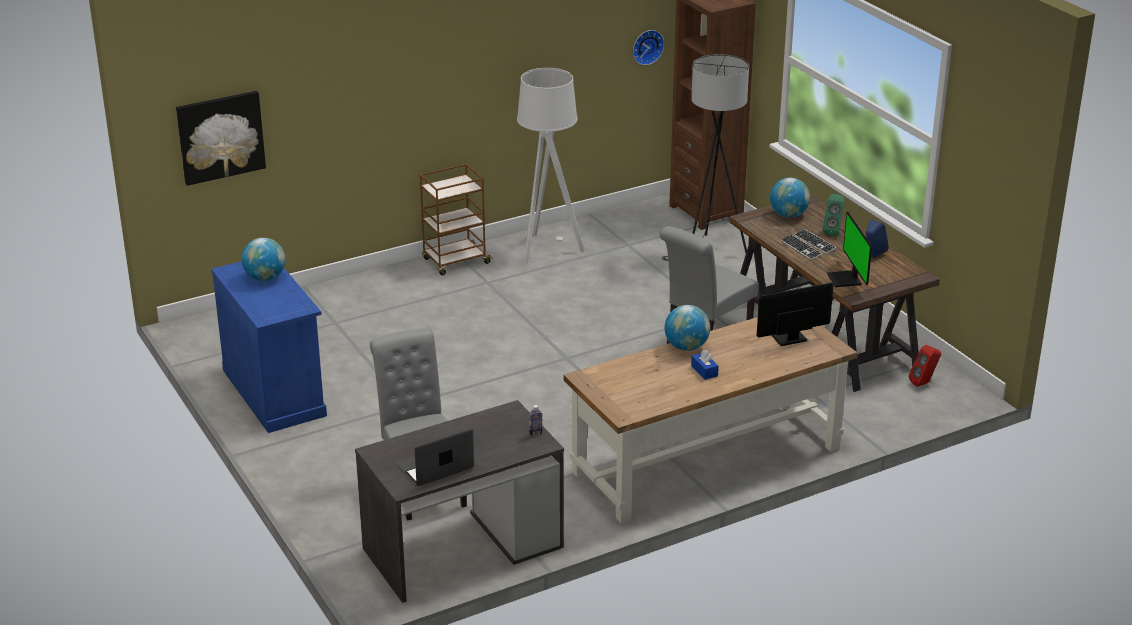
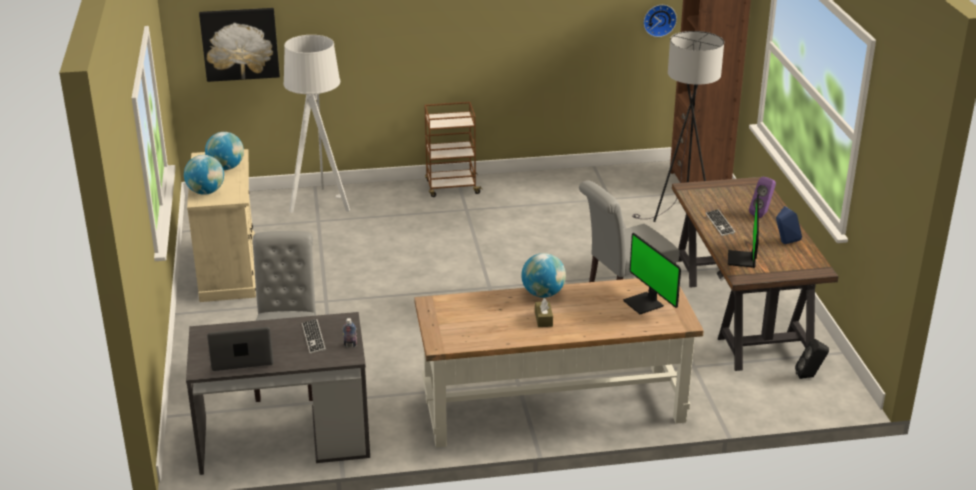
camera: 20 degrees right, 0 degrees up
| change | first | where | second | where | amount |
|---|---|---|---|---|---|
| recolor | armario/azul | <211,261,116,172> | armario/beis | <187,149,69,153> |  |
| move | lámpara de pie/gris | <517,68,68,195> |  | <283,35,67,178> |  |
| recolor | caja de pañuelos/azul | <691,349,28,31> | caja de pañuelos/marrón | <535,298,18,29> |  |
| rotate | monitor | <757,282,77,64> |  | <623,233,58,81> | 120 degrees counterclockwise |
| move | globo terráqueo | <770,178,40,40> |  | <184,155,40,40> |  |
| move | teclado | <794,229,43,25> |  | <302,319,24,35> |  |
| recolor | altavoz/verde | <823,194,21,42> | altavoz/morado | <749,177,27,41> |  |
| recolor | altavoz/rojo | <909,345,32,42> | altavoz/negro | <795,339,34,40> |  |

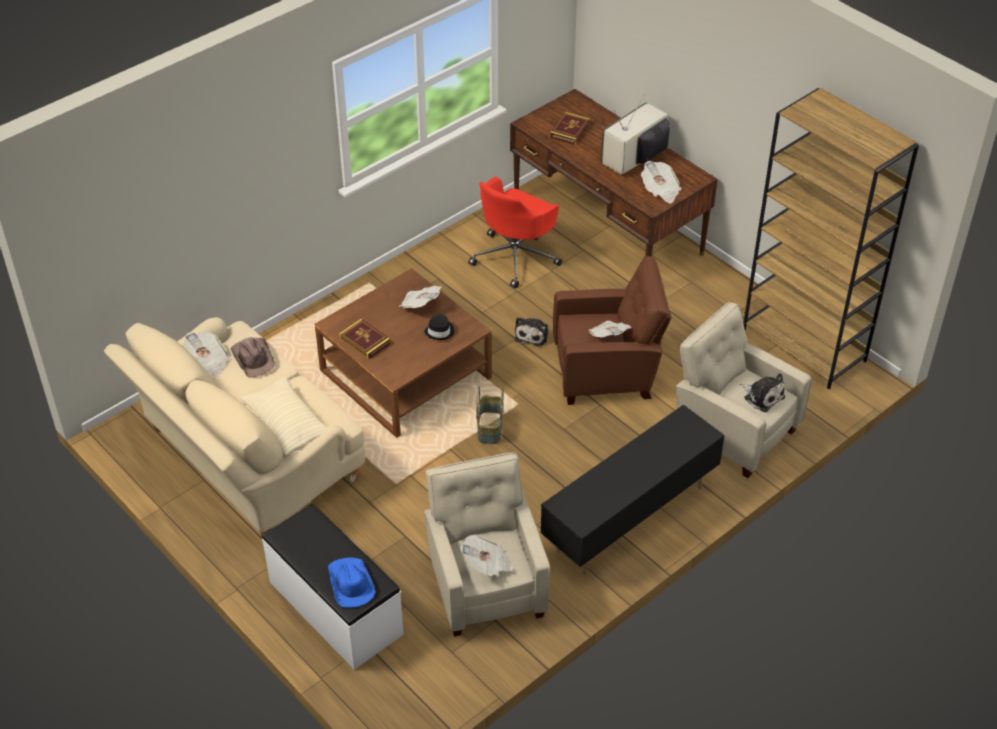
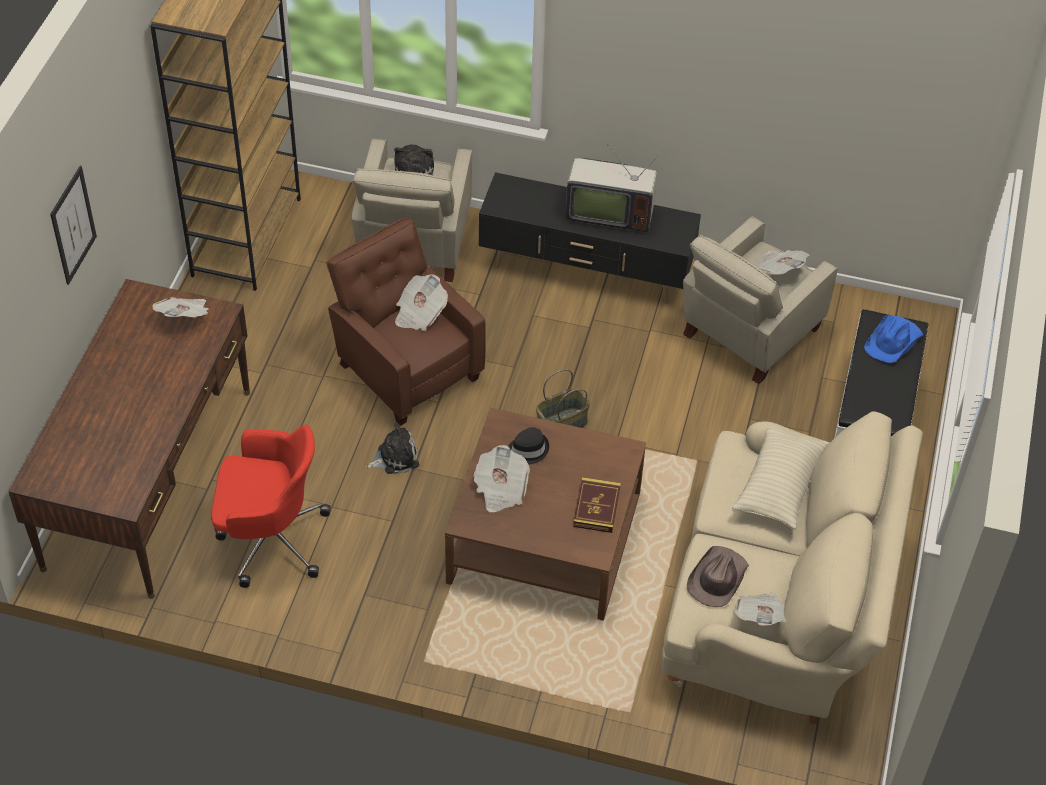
camera: 125 degrees left, 5 degrees up
| change | first | where | second | where | amount |
|---|---|---|---|---|---|
| delete | libro | <550,112,40,33> |  |  |  |
| move | televisor | <601,96,69,80> |  | <565,144,98,89> |  |
| insert |  |  | cuadro | <50,166,47,119> |  |

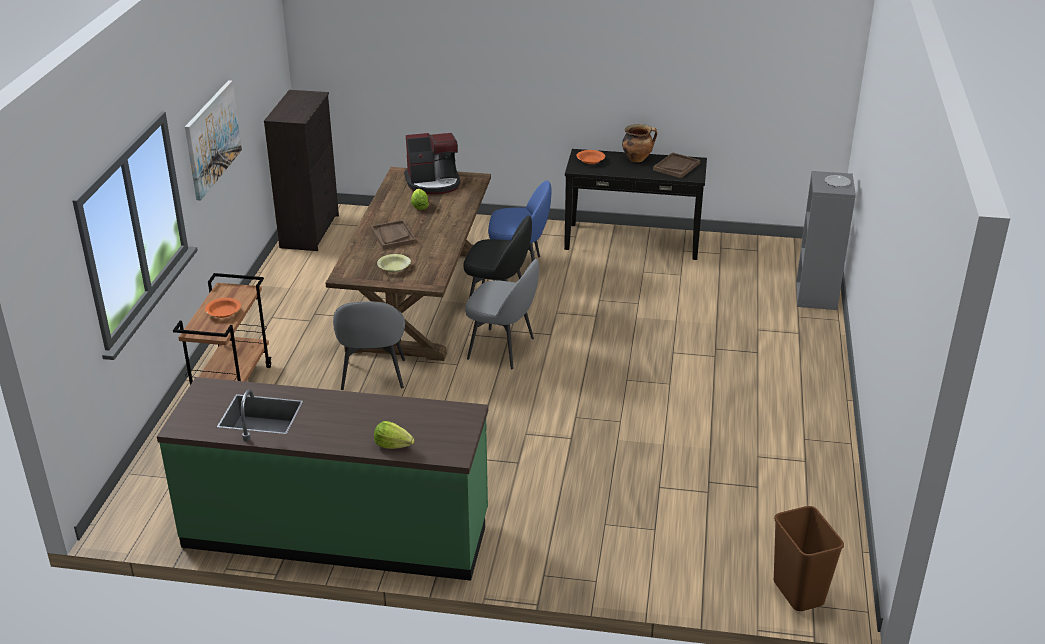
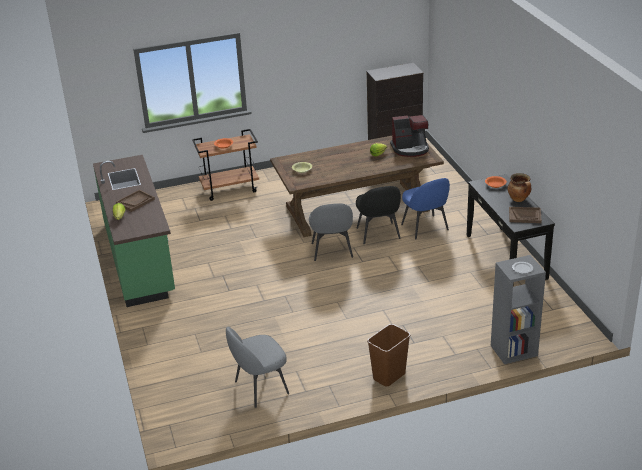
camera: 65 degrees right, 0 degrees up
| change | first | where | second | where | amount |
|---|---|---|---|---|---|
| delete | cuadro | <185,80,57,121> |  |  |  |
| move | silla/gris | <333,302,72,88> |  | <226,327,63,81> |  |
| move | bandeja/marrón | <371,220,46,29> |  | <116,190,39,22> |  |
| rotate | cafetera | <404,133,56,61> |  | <390,115,39,42> | 60 degrees counterclockwise |
| move | papelera/marrón | <774,506,70,105> |  | <367,324,44,62> |  |

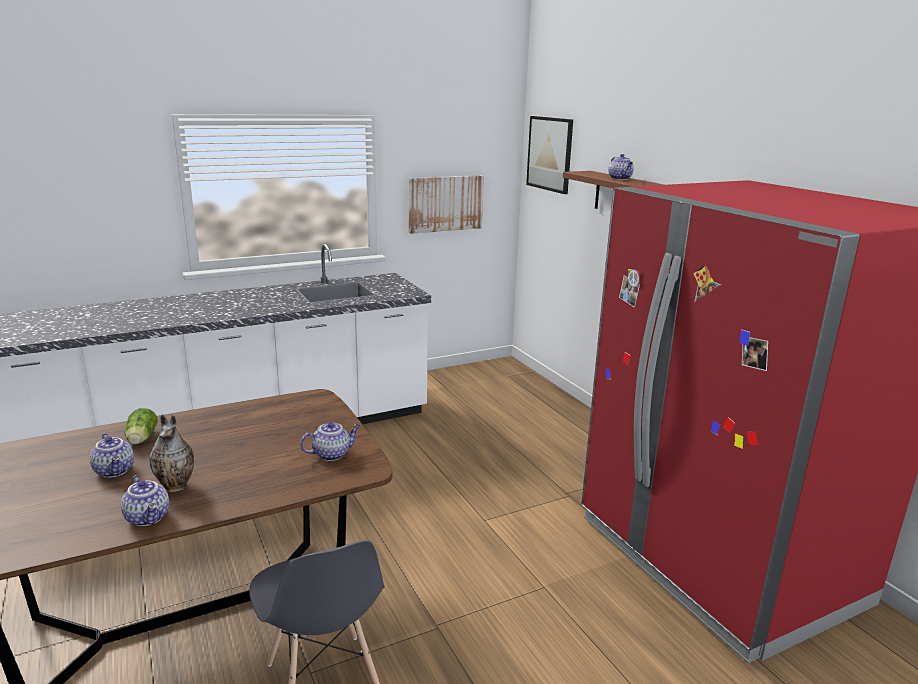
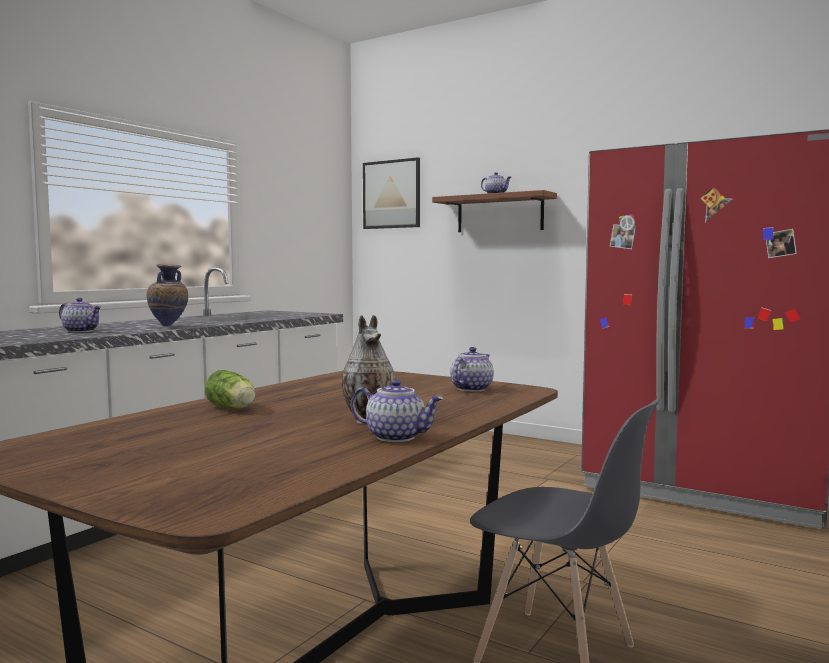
camera: 30 degrees left, 15 degrees down
| change | first | where | second | where | amount |
|---|---|---|---|---|---|
| move | tetera | <90,433,44,45> |  | <59,298,42,34> |  |
| delete | cuadro | <409,175,75,59> |  |  |  |
| insert |  |  | florero | <147,264,41,62> |  |

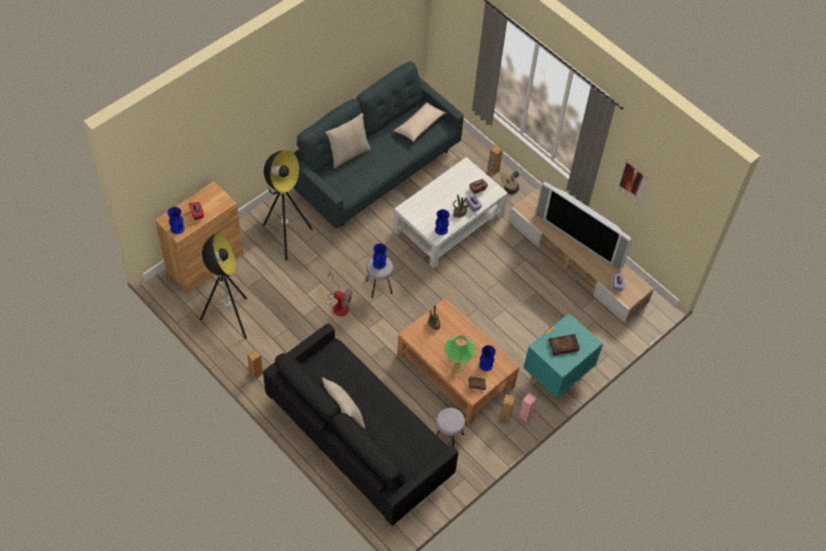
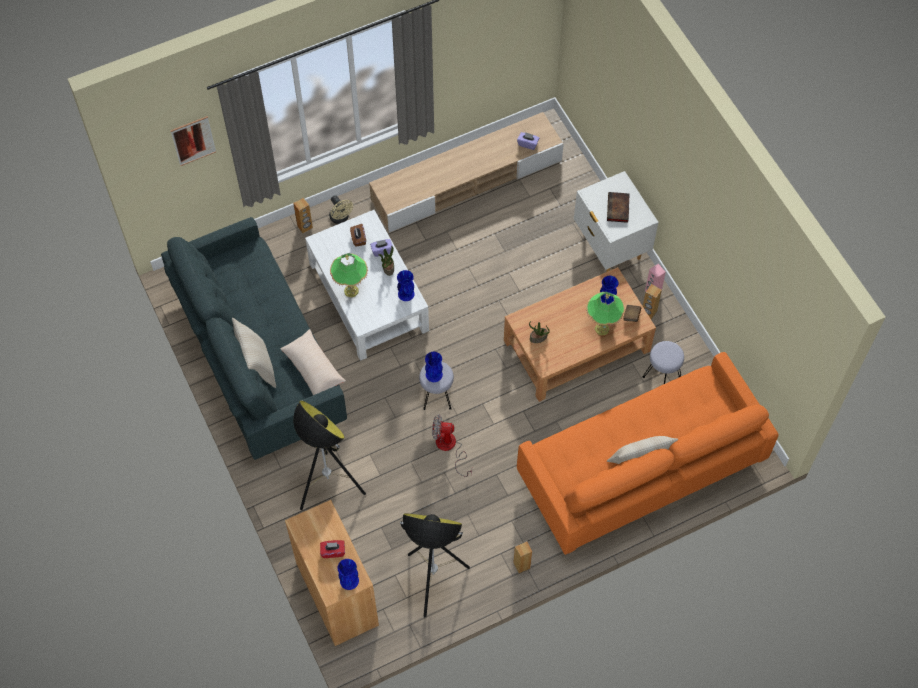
camera: 70 degrees left, 5 degrees up
| change | first | where | second | where | amount |
|---|---|---|---|---|---|
| recolor | sofá/negro | <263,323,195,202> | sofá/naranja | <517,352,262,203> |  |
| rotate | ventilador | <328,270,24,47> |  | <432,414,40,63> | 120 degrees counterclockwise |
| move | cojín/beis | <394,102,52,40> |  | <281,329,65,66> |  |
| recolor | mesita de noche/turquesa | <524,313,79,87> | mesita de noche/blanco | <574,171,84,101> |  |
| delete | televisor | <536,182,96,87> |  |  |  |
| move | cuadro | <617,159,33,47> |  | <170,116,46,50> |  |
| insert |  |  | lámpara de mesa | <330,253,38,44> |  |

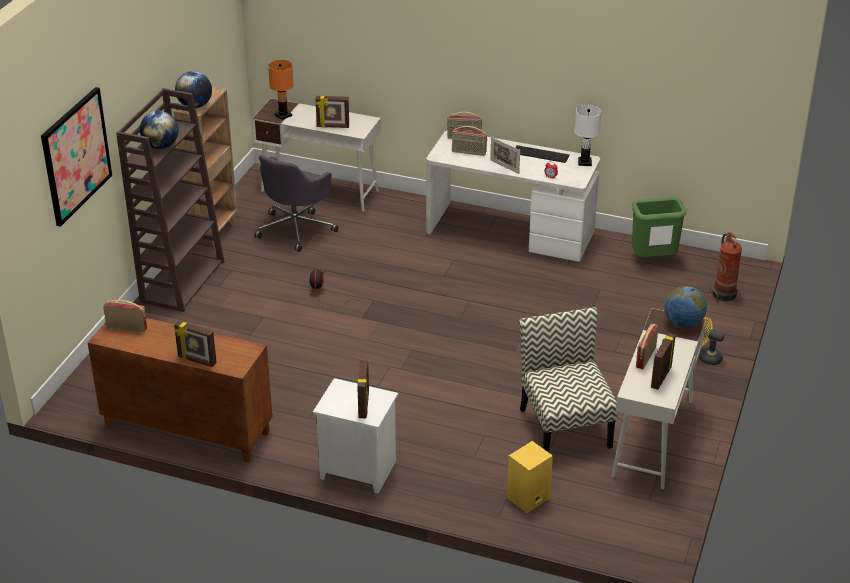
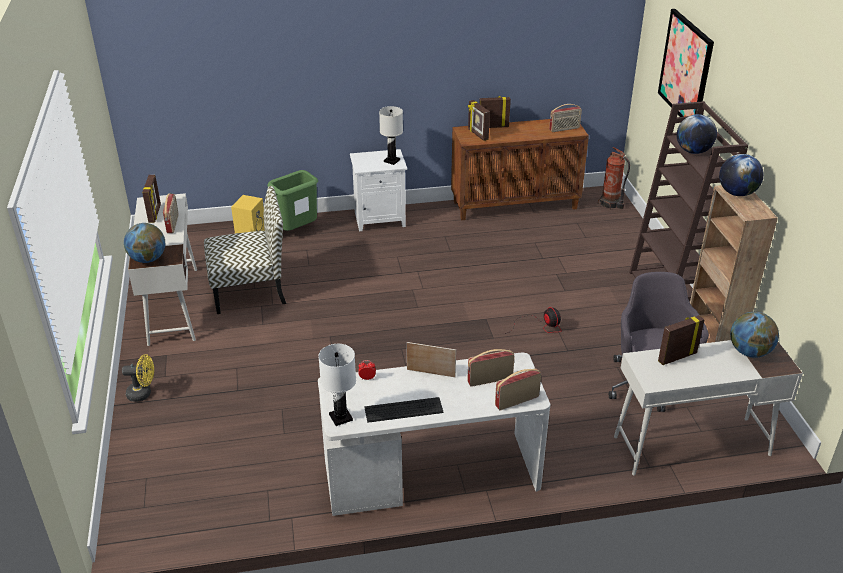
camera: 150 degrees right, 0 degrees up
| change | first | where | second | where | amount |
|---|---|---|---|---|---|
| replace | lámpara de mesa/naranja | <268,60,26,60> | globo terráqueo | <730,312,49,46> |  |
| move | portarretratos | <357,360,12,58> |  | <468,100,22,41> |  |
| rotate | silla | <519,307,99,145> |  | <204,186,82,128> | 60 degrees counterclockwise |
| move | papelera/verde | <632,197,55,60> |  | <268,170,50,61> |  |
| move | extintor | <710,232,32,70> |  | <598,147,32,62> |  |
| insert |  |  | lámpara de mesa/blanco | <379,106,24,59> |  |

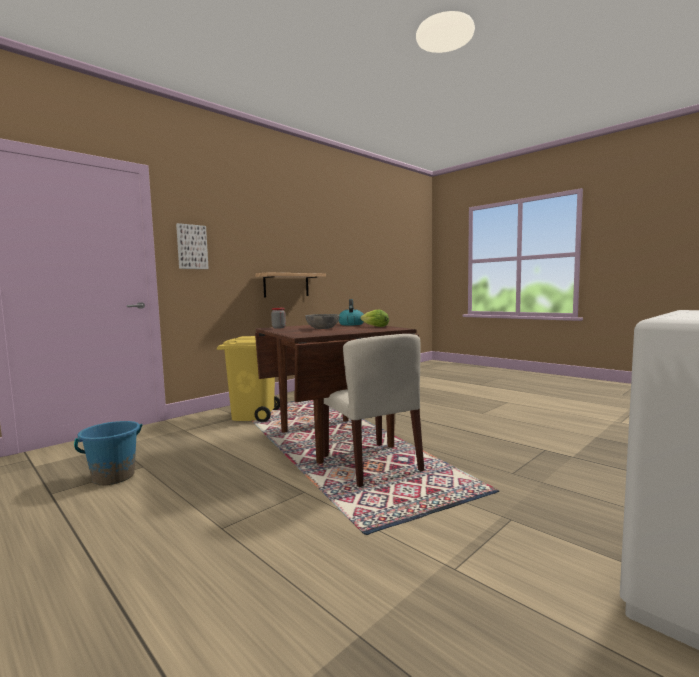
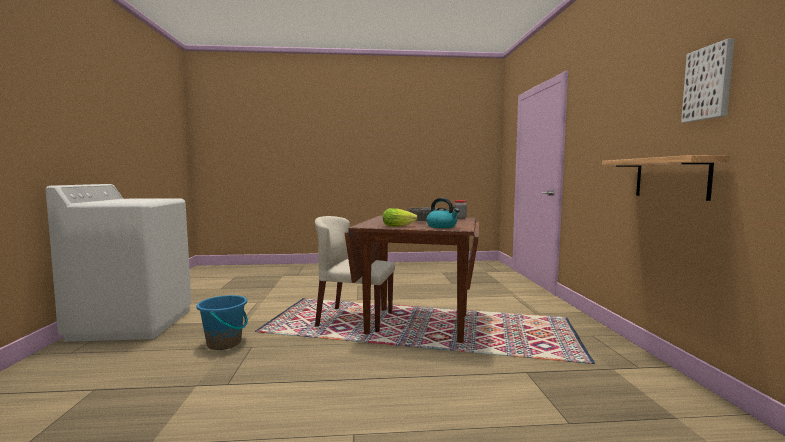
camera: 130 degrees right, 0 degrees up
| change | first | where | second | where | amount |
|---|---|---|---|---|---|
| move | cubo/azul | <74,421,68,64> |  | <196,295,52,55> |  |
| move | cuadro | <176,223,33,46> |  | <681,39,54,84> |  |
| delete | papelera/amarillo | <217,336,63,86> |  |  |  |

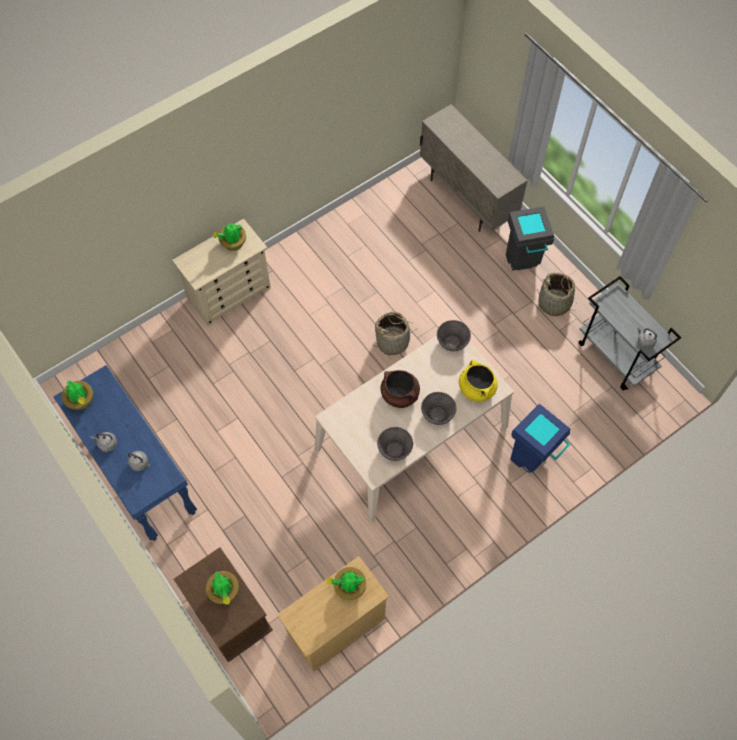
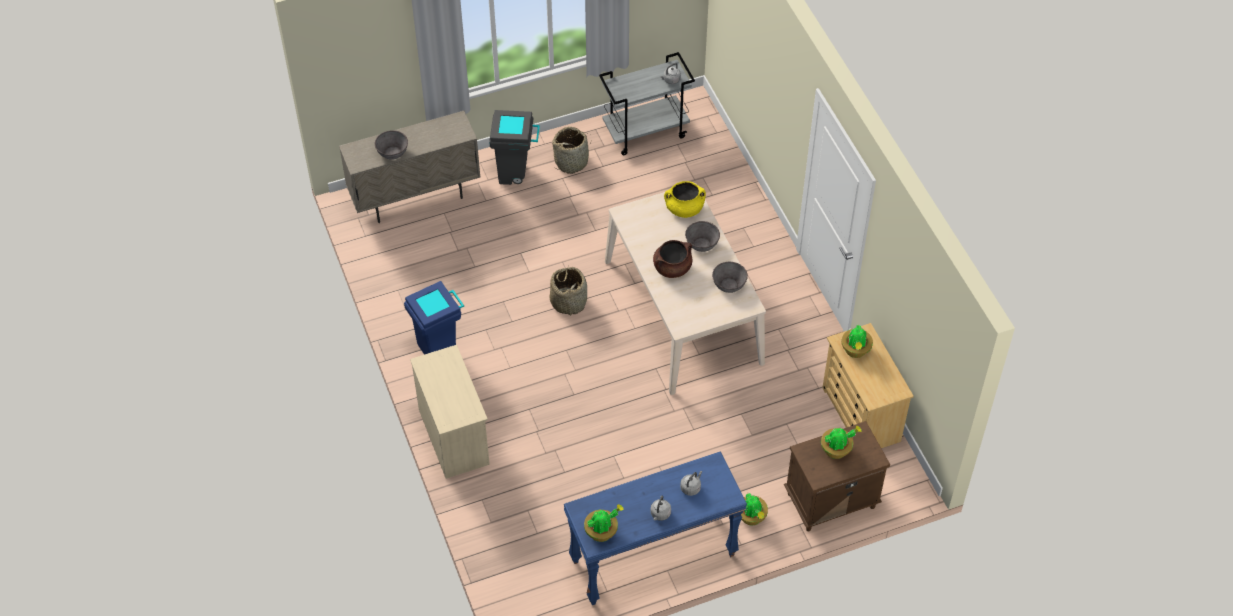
camera: 75 degrees left, 10 degrees down
| change | first | where | second | where | amount |
|---|---|---|---|---|---|
| move | planta en maceta | <213,223,33,28> |  | <741,493,27,32> |  |
| move | cuenco/gris | <437,320,34,31> |  | <375,130,33,30> |  |
| move | papelera/azul | <511,404,59,69> |  | <404,281,60,74> |  |

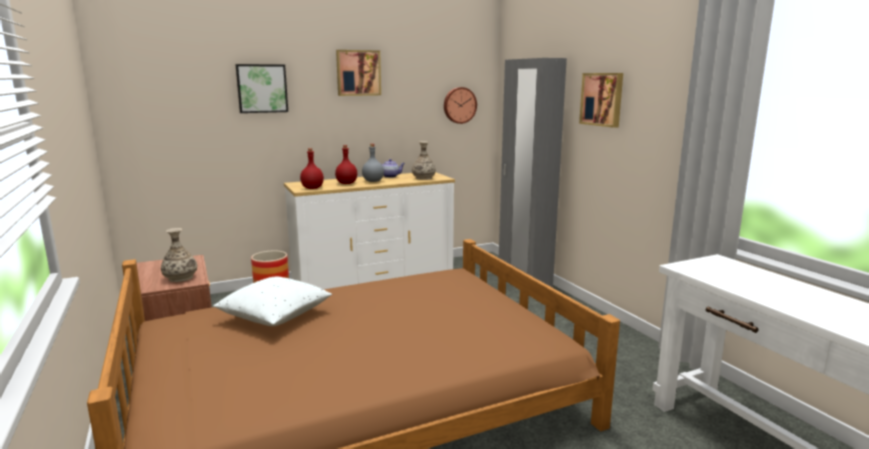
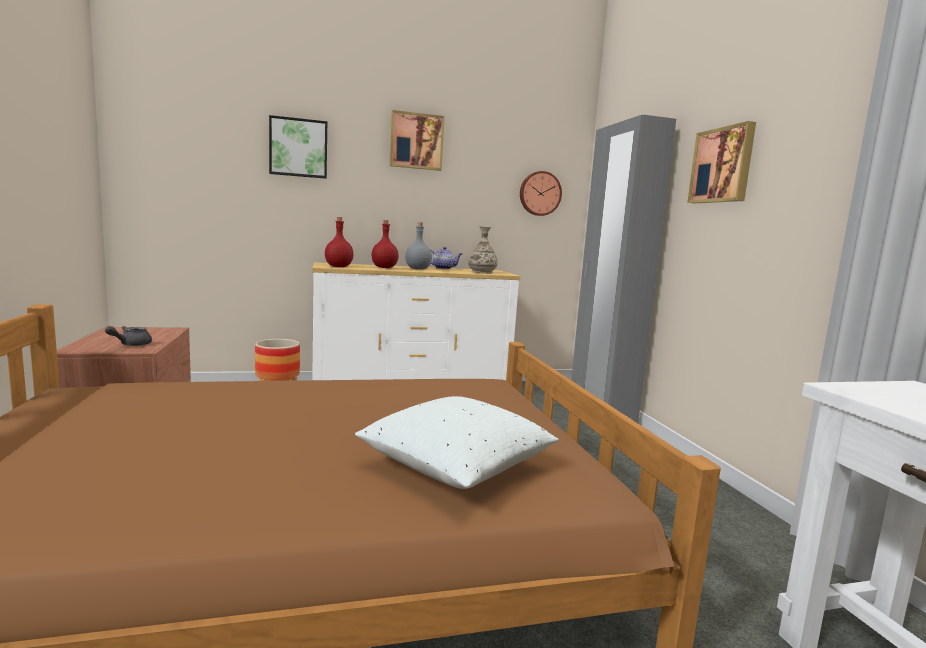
camera: 10 degrees right, 5 degrees down
| change | first | where | second | where | amount |
|---|---|---|---|---|---|
| replace | florero | <161,228,36,54> | tetera/gris | <105,326,47,20> |  |
| move | cojín/blanco | <213,277,119,49> |  | <355,396,204,93> |  |

